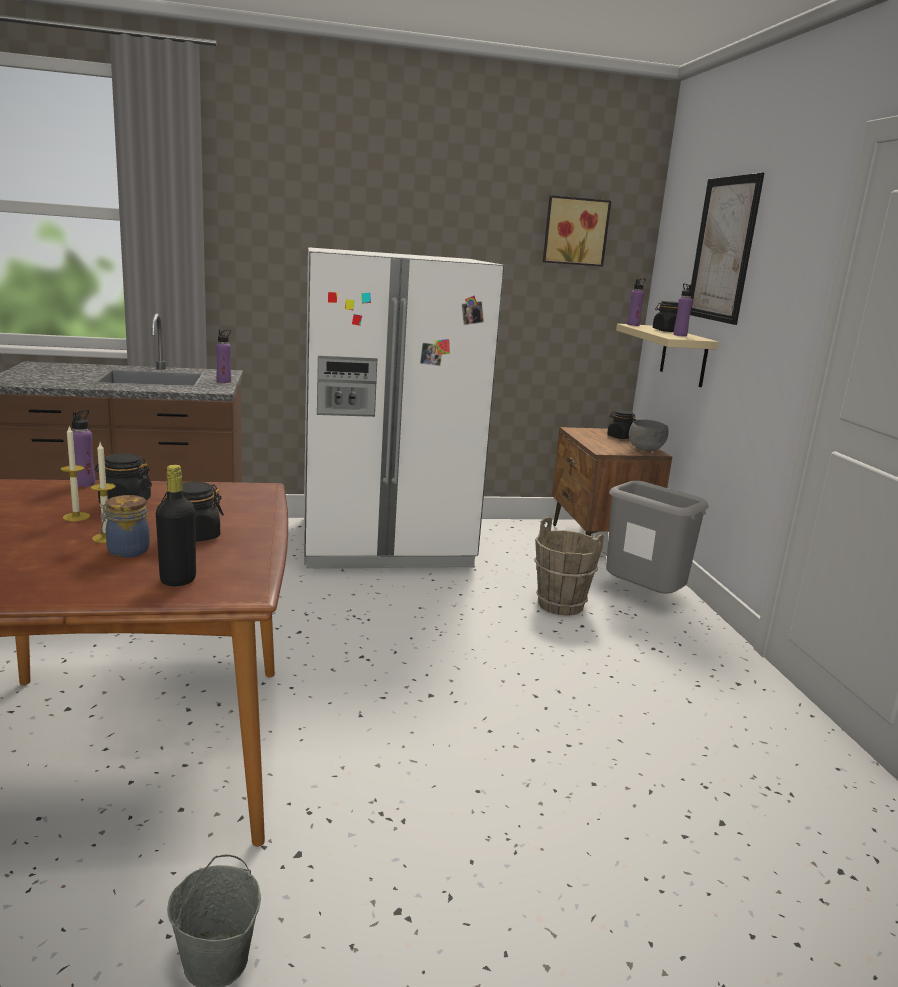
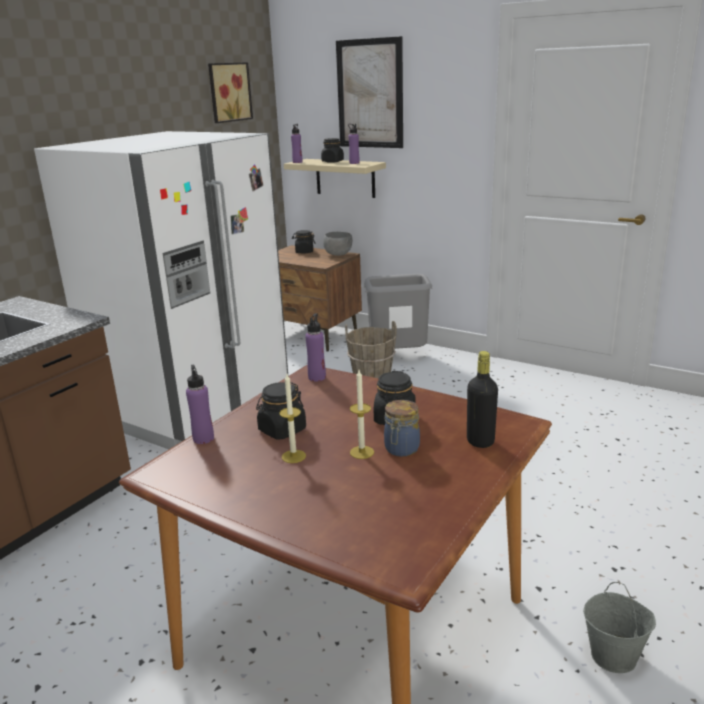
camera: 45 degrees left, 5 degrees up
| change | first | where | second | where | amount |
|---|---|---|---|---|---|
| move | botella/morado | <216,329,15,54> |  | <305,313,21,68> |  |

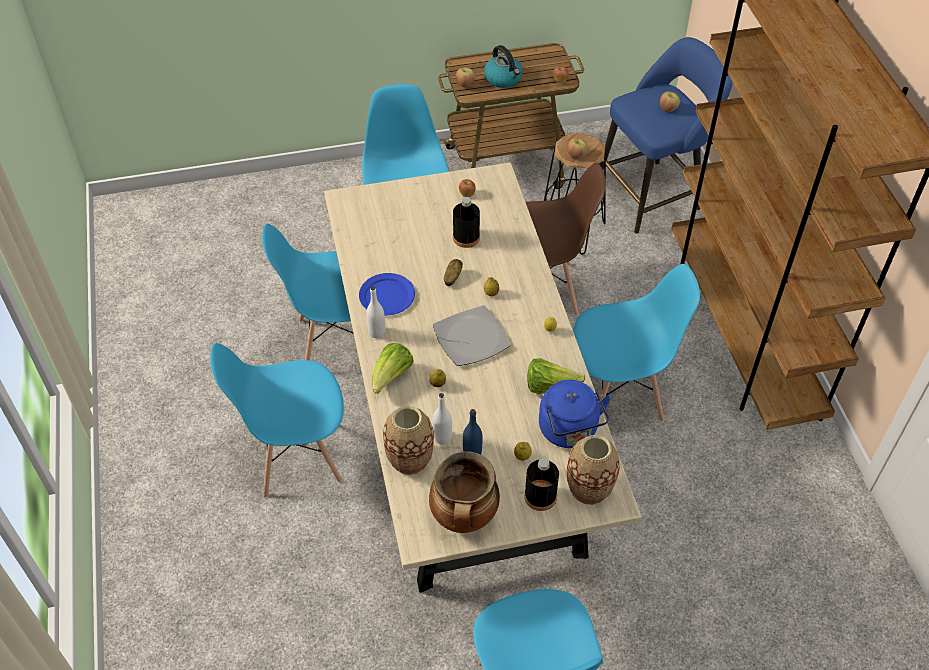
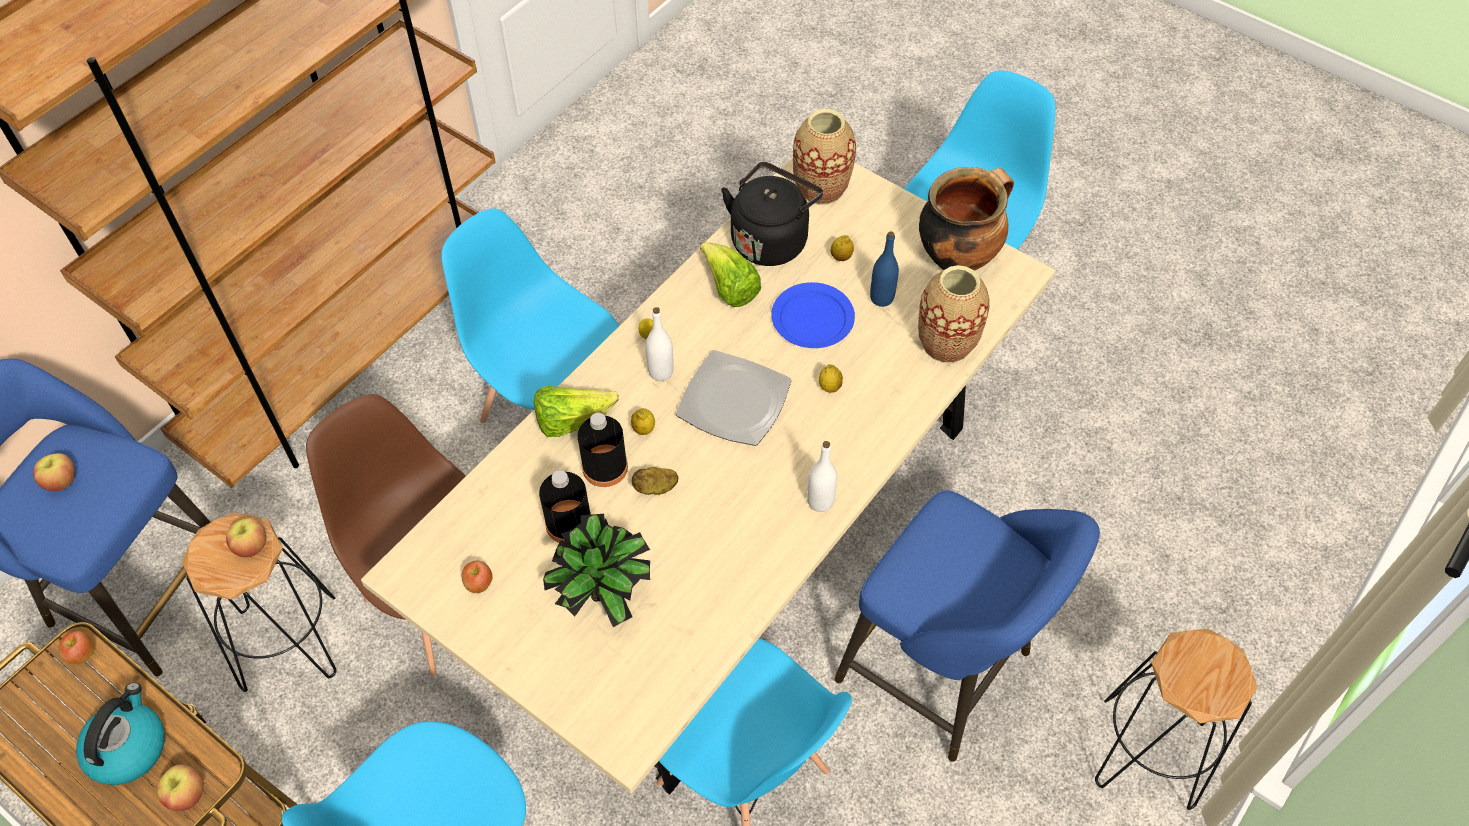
camera: 130 degrees left, 5 degrees up
| change | first | where | second | where | amount |
|---|---|---|---|---|---|
| replace | silla/azul | <210,343,134,155> | taburete/azul | <835,490,265,272> |  |
| move | plato/azul | <359,273,56,42> |  | <771,282,84,66> |  |
| move | lechuga | <373,343,41,51> |  | <534,386,85,51> |  |
| move | botella/blanco | <432,393,20,52> |  | <646,307,28,74> |  |
| move | botella/negro | <524,458,35,53> |  | <577,413,51,74> |  |
| recolor | hervidor/azul | <539,380,72,68> | hervidor/negro | <721,162,102,104> |  |
| insert |  |  | planta en maceta | <543,514,107,113> |  |
| insert |  |  | taburete/negro | <1095,629,162,181> |  |

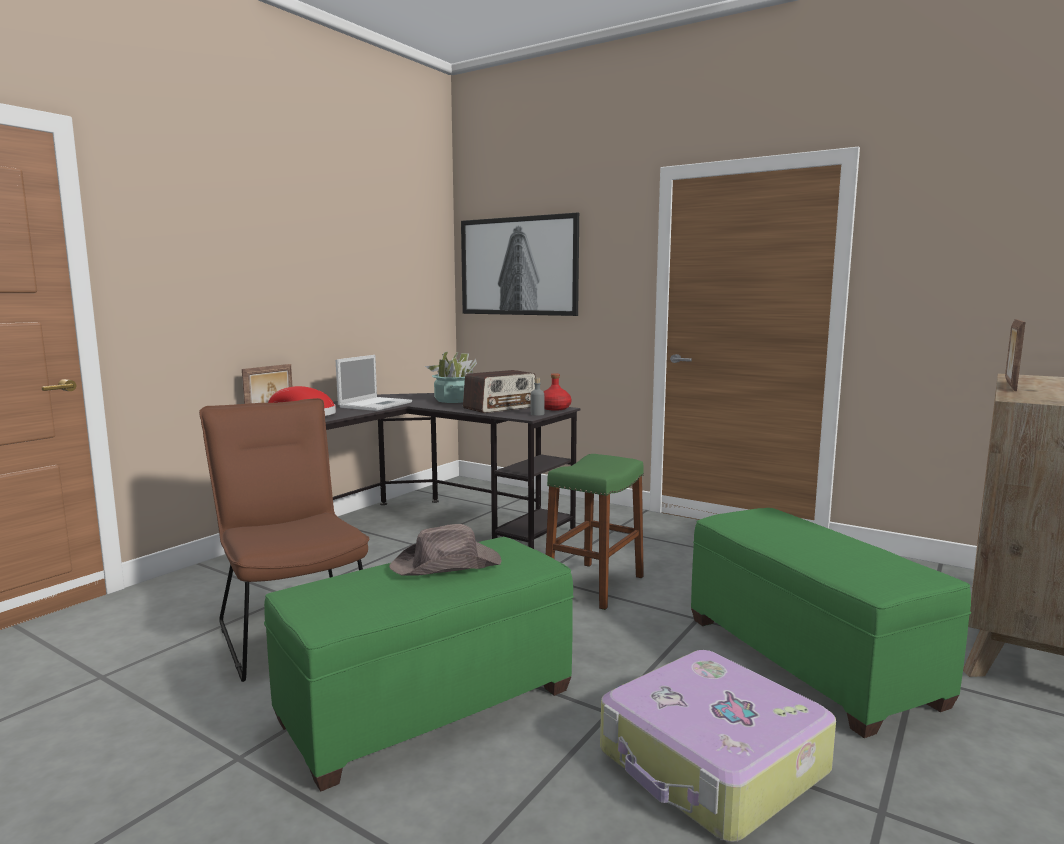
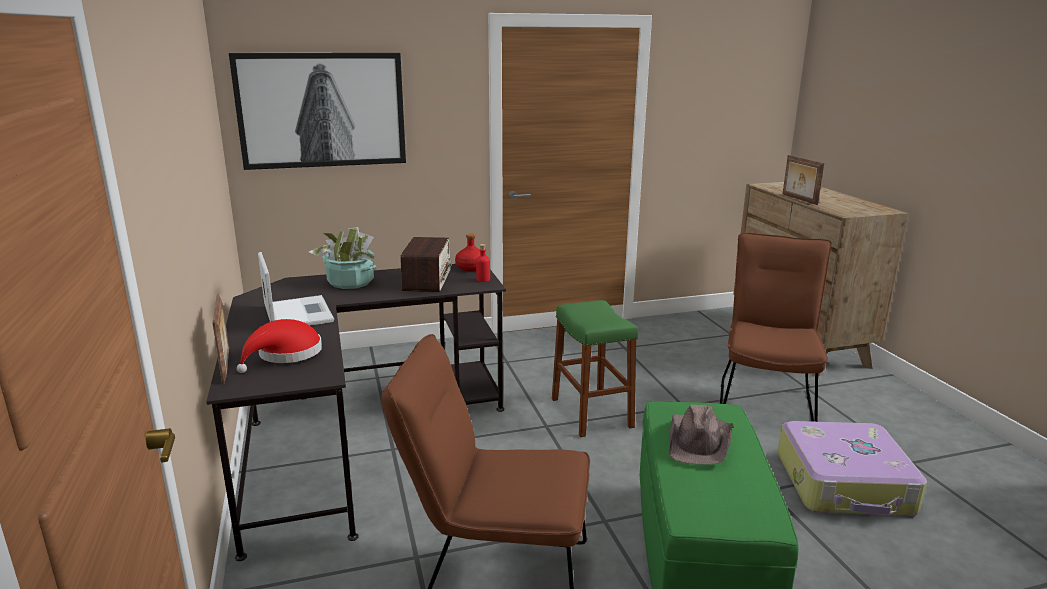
camera: 50 degrees left, 10 degrees up
| change | first | where | second | where | amount |
|---|---|---|---|---|---|
| recolor | botella/gris | <530,378,14,38> | botella/rojo | <476,244,14,38> |  |
| replace | puf/verde | <691,508,280,230> | silla/marrón | <720,232,112,190> |  |

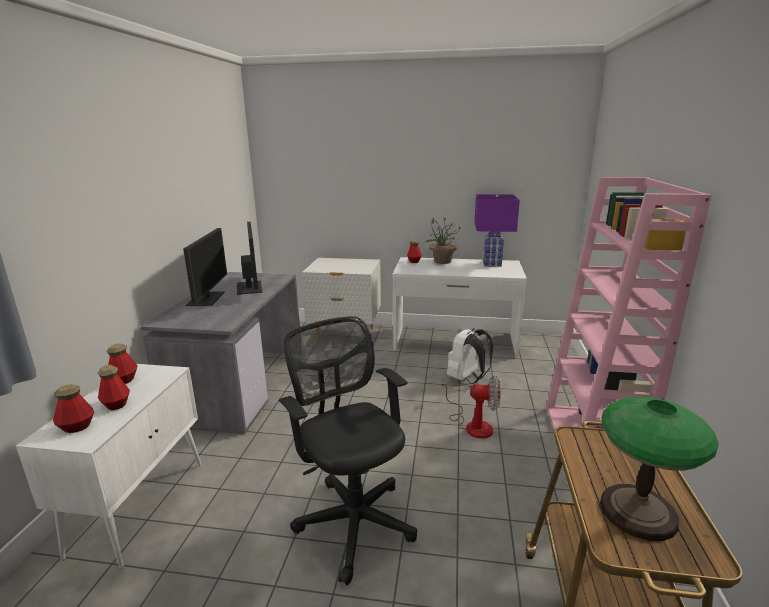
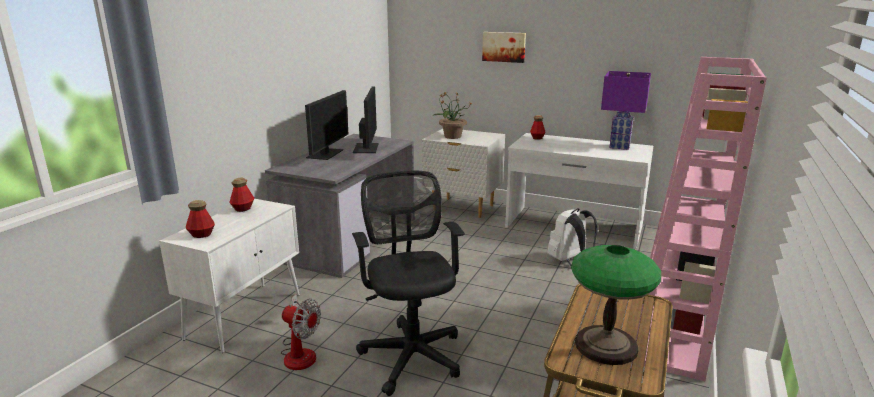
camera: 15 degrees right, 0 degrees up
| change | first | where | second | where | amount |
|---|---|---|---|---|---|
| delete | botella | <98,365,32,45> |  |  |  |
| move | planta en maceta | <425,217,35,47> |  | <432,92,39,47> |  |
| move | ventilador | <441,376,60,63> |  | <281,294,40,76> |  |
| insert |  |  | cuadro | <482,32,44,31> |  |

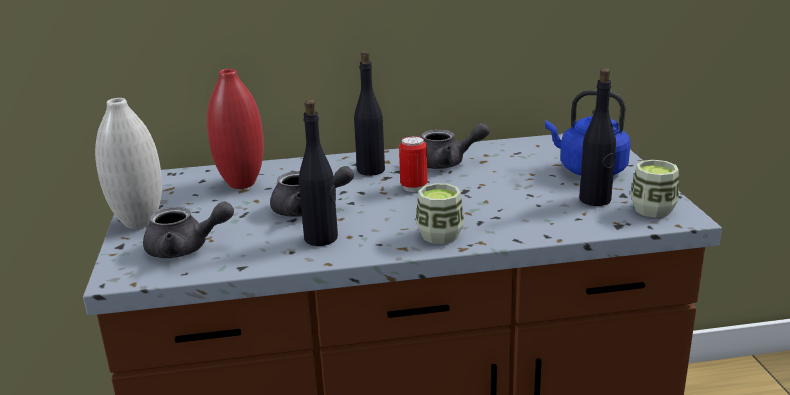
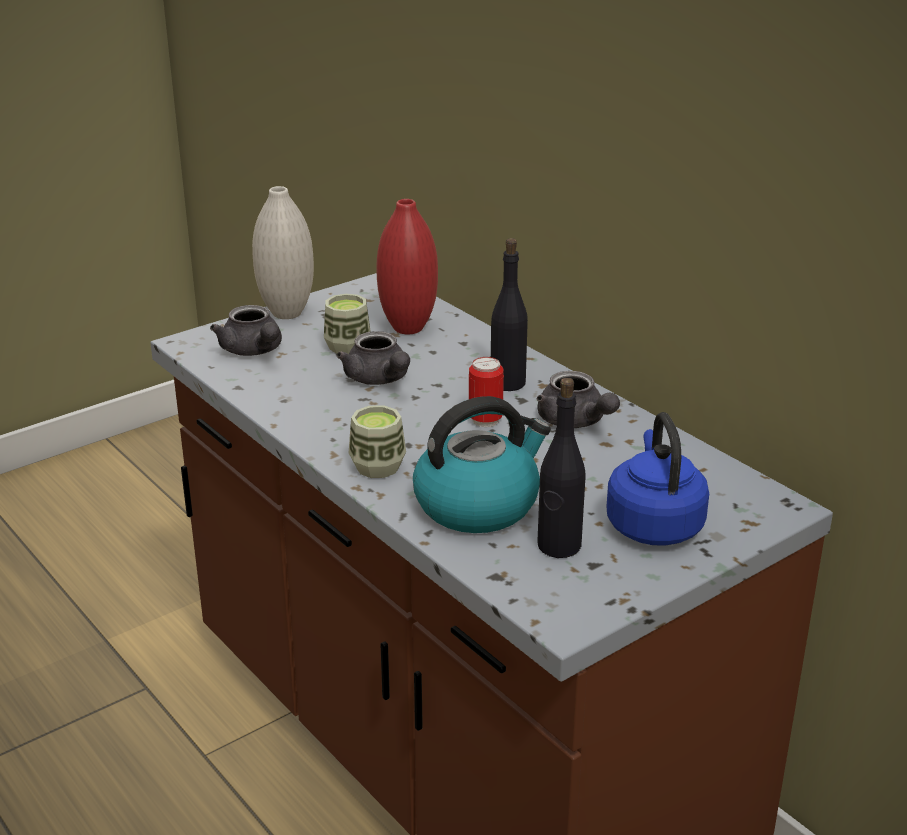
camera: 60 degrees right, 5 degrees up
| change | first | where | second | where | amount |
|---|---|---|---|---|---|
| delete | botella/negro | <299,100,39,146> |  |  |  |
| move | taza | <630,160,49,58> |  | <324,294,46,60> |  |
| insert |  |  | hervidor | <413,396,138,137> |  |

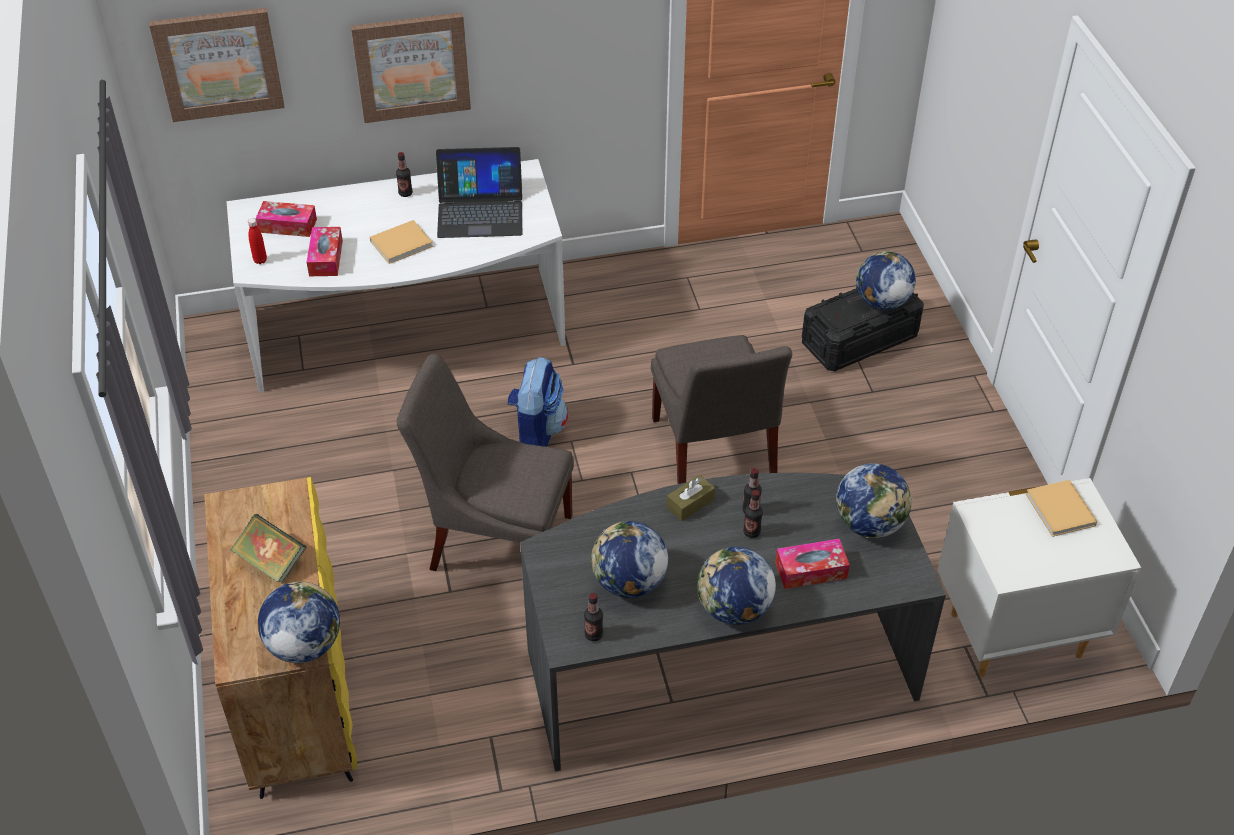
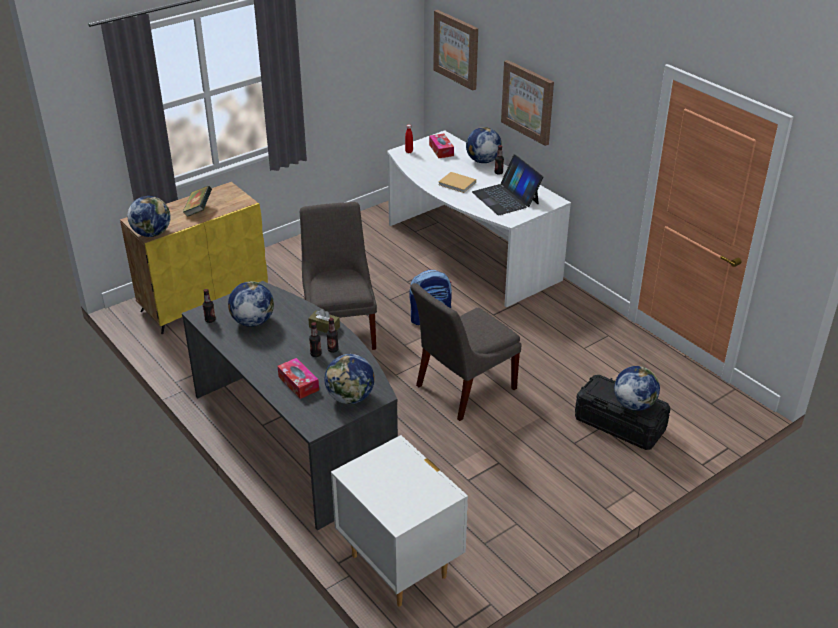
camera: 65 degrees right, 10 degrees down
| change | first | where | second | where | amount |
|---|---|---|---|---|---|
| delete | caja de pañuelos | <307,227,36,49> |  |  |  |
| move | globo terráqueo | <697,547,79,78> |  | <466,127,36,36> |  |
| delete | libro/beis | <1026,480,71,57> |  |  |  |

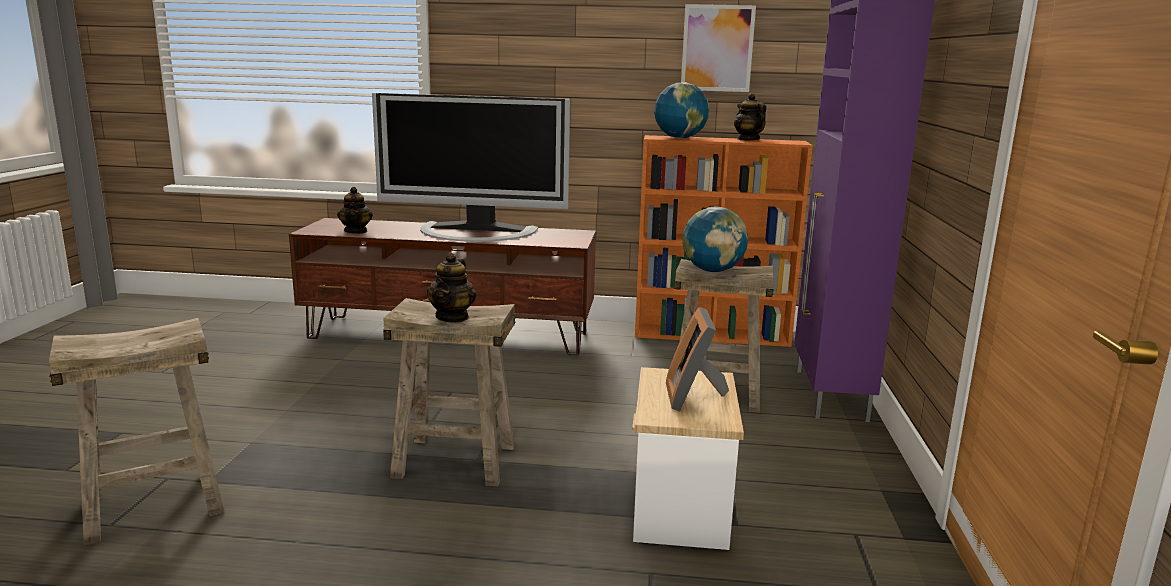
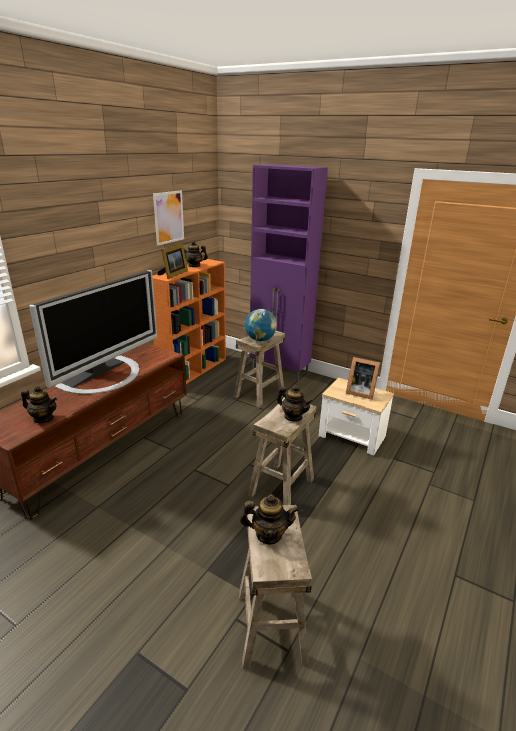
camera: 65 degrees left, 10 degrees up
| change | first | where | second | where | amount |
|---|---|---|---|---|---|
| replace | globo terráqueo | <654,82,56,56> | portarretratos | <158,243,30,36> |  |
| insert |  |  | tetera | <240,494,60,51> |  |

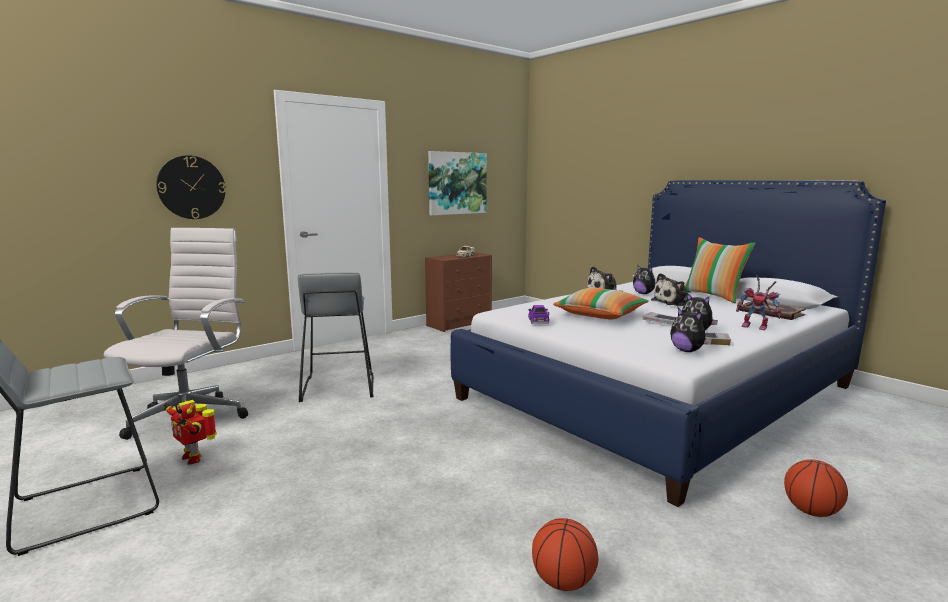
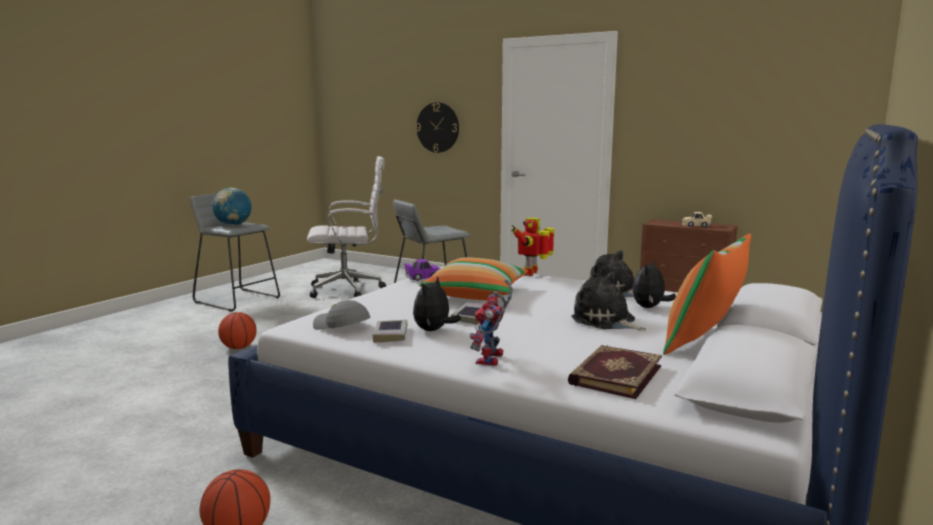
camera: 70 degrees right, 0 degrees up
| change | first | where | second | where | amount |
|---|---|---|---|---|---|
| move | robot de juguete | <163,400,54,65> |  | <511,218,44,58> |  |
| delete | cuadro | <428,151,59,65> |  |  |  |
| move | balón de baloncesto | <532,518,66,73> |  | <218,312,39,37> |  |
| replace | peluche | <670,308,42,44> | gorra/gris | <313,300,57,30> |  |
| insert |  |  | globo terráqueo | <212,188,40,38> |  |

